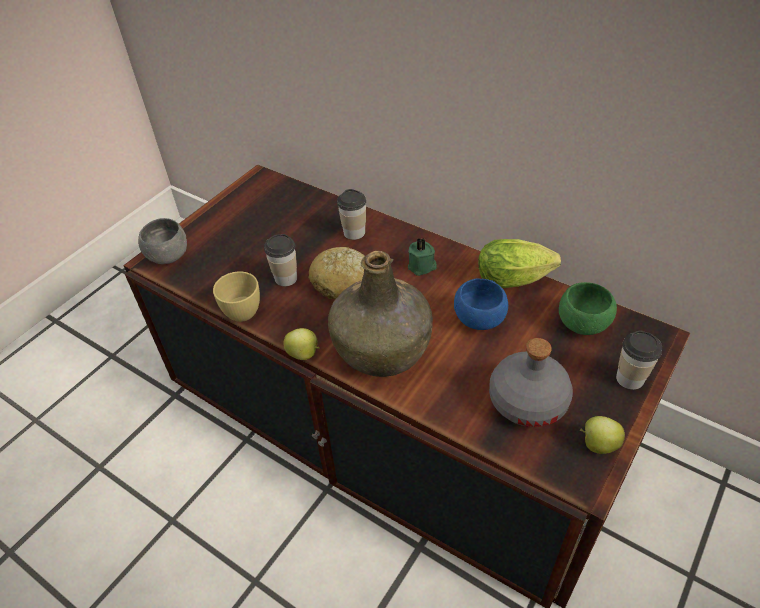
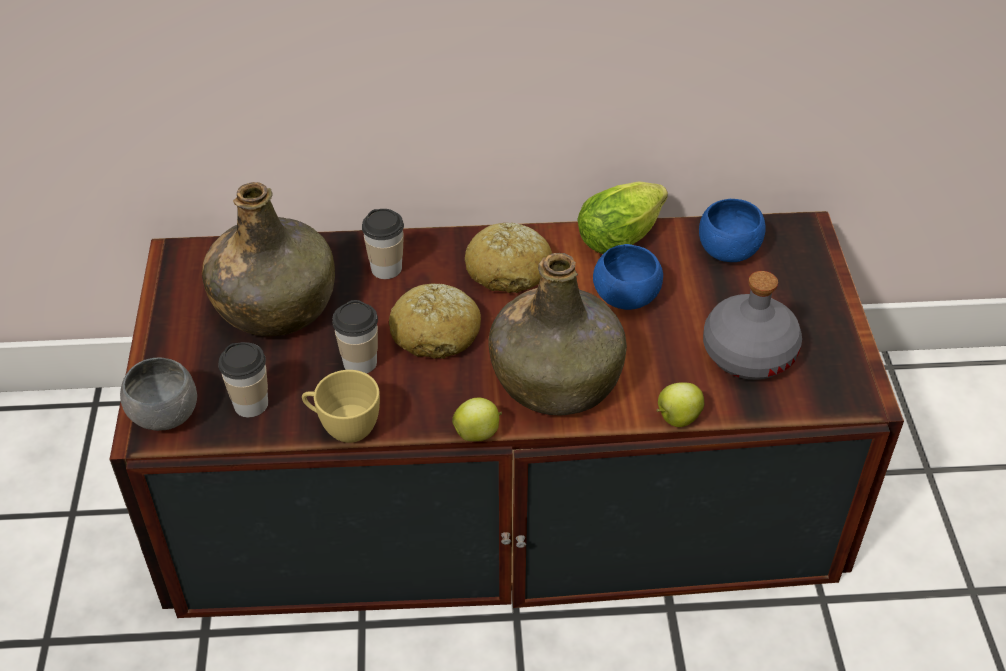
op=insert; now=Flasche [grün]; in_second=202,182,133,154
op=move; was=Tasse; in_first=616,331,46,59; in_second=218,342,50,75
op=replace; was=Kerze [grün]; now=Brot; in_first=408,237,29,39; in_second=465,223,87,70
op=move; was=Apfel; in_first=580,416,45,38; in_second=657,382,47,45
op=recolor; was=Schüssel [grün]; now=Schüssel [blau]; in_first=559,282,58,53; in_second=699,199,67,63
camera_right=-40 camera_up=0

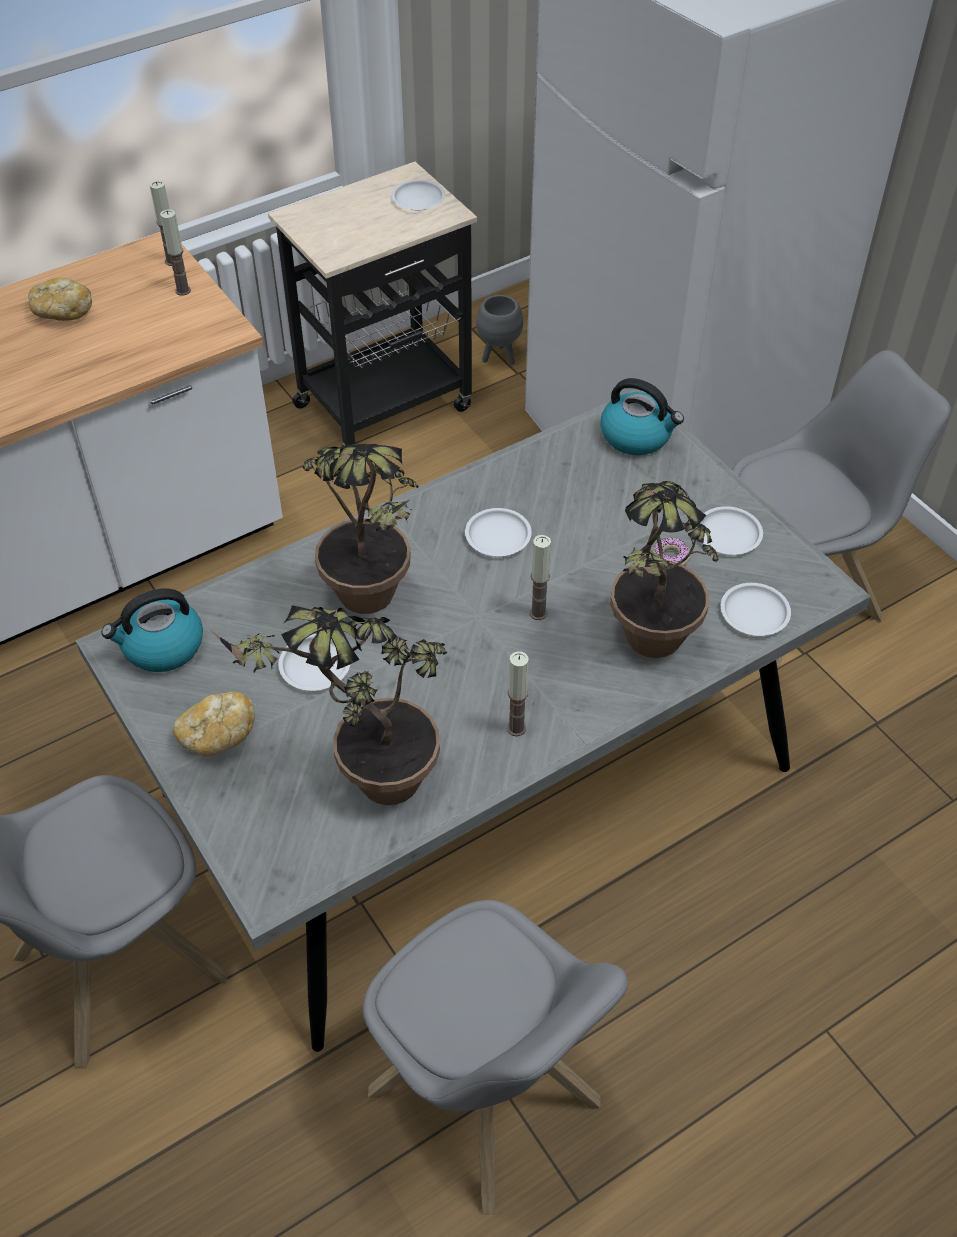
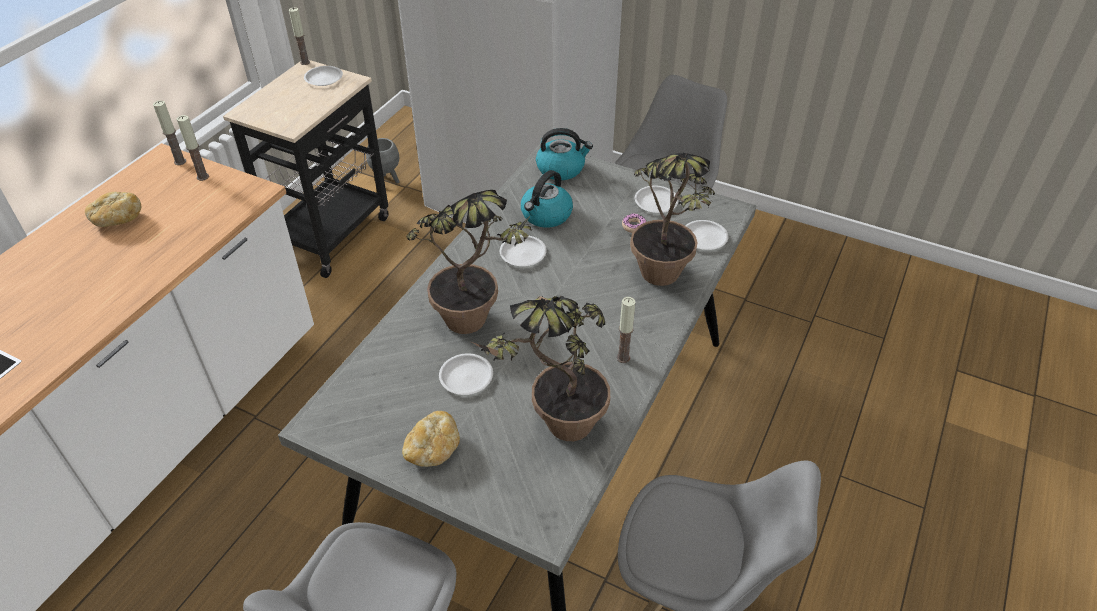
op=move; was=Kerze; in_first=529,535,22,85; in_second=289,7,21,58
op=move; was=Wasserkessel; in_first=101,588,102,84; in_second=521,170,52,58
camera_right=-30 camera_up=-5

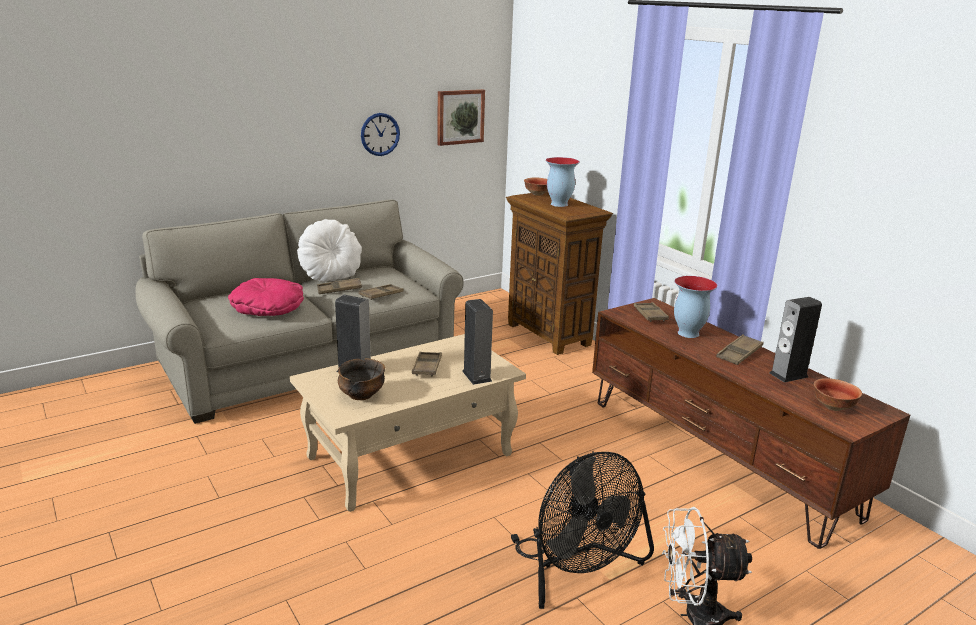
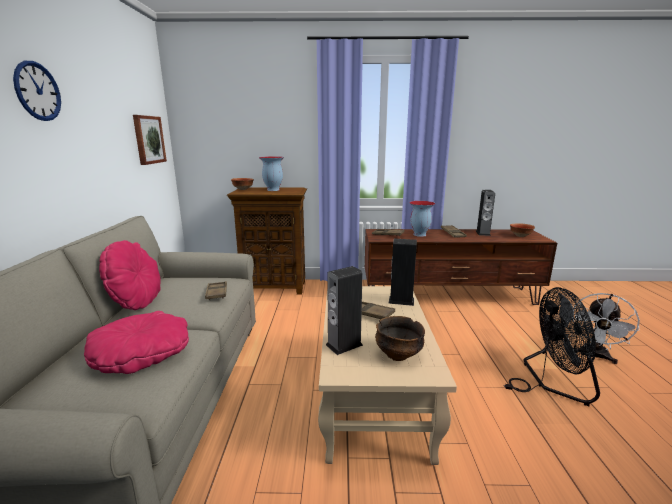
op=move; was=Wanduhr; in_first=361,113,39,43; in_second=13,61,48,60
op=recolor; was=Kissen [weiß]; now=Kissen [rosa]; in_first=297,219,65,63; in_second=99,240,62,70
op=delete; was=Tablett [braun]; in_first=317,278,45,16
camera_right=-55 camera_up=-5

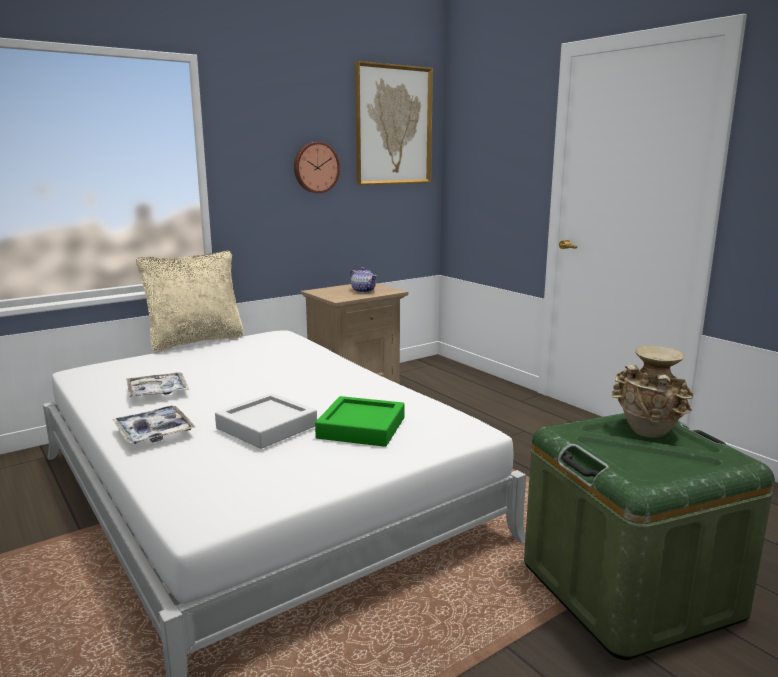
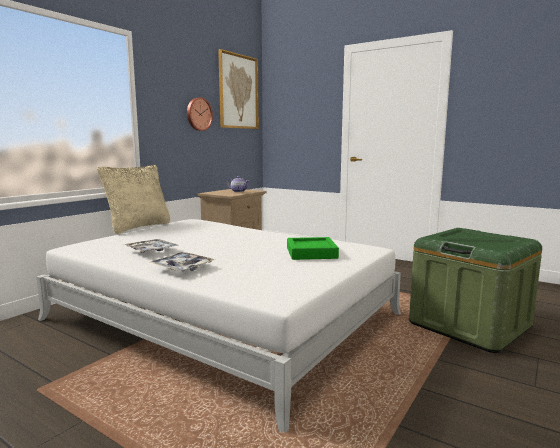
op=delete; was=Tablett [grau]; in_first=215,393,102,56
op=delete; was=Vase [beige]; in_first=612,346,81,92
camera_right=-20 camera_up=-5

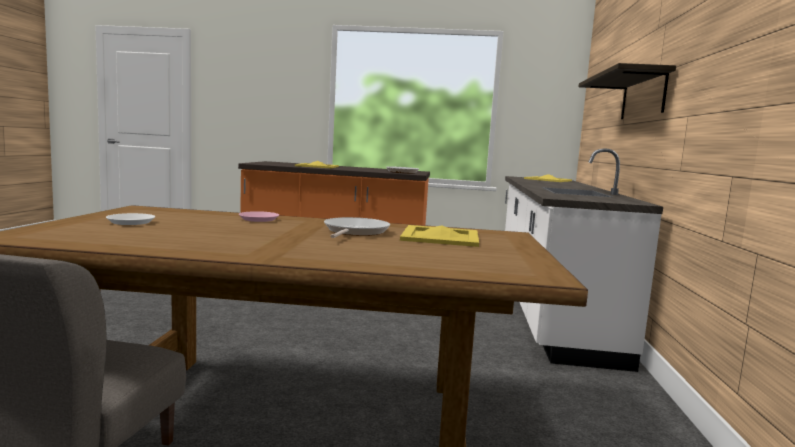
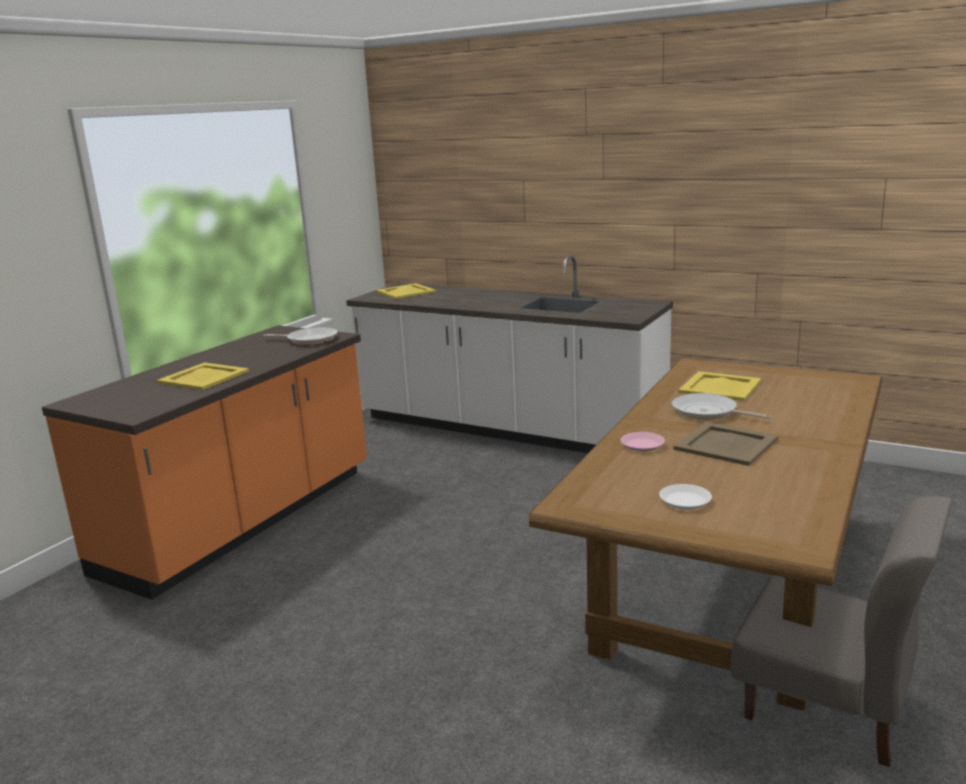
op=insert; now=Tablett [beige]; in_second=673,422,105,44
op=delete; was=Wandregal; in_first=578,63,98,56
camera_right=-65 camera_up=10

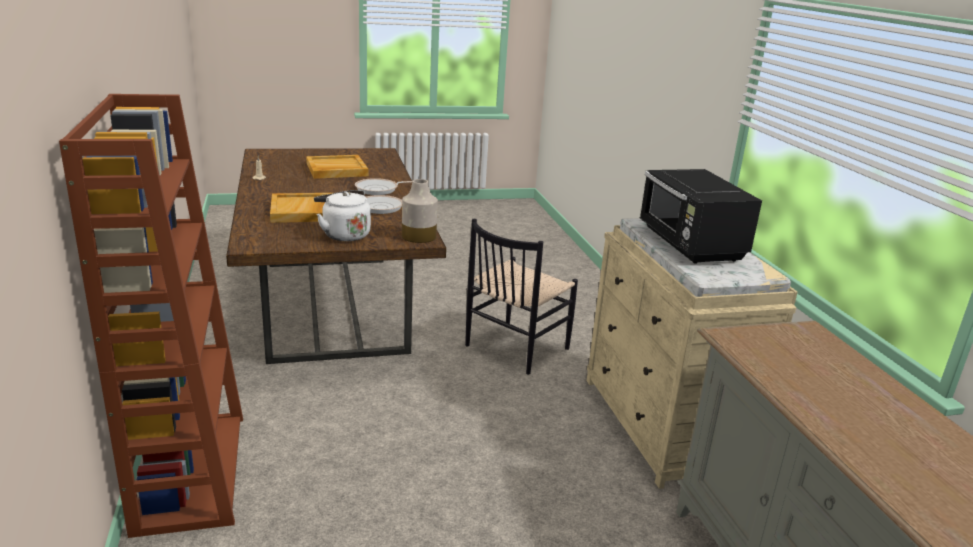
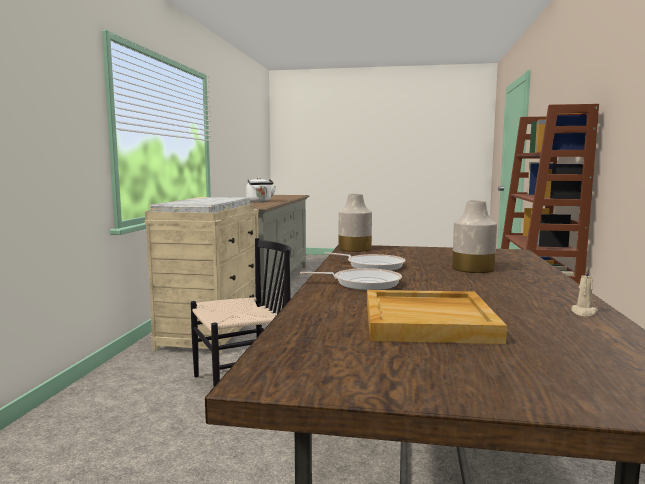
op=move; was=Wasserkessel [weiß]; in_first=314,190,57,51; in_second=246,177,30,25
op=replace; was=Tablett [beige]; now=Vase [beige]; in_first=270,193,62,30; in_second=452,200,45,73
op=delete; was=Mikrowelle [schwarz]; in_first=640,169,122,94
camera_right=-155 camera_up=-15

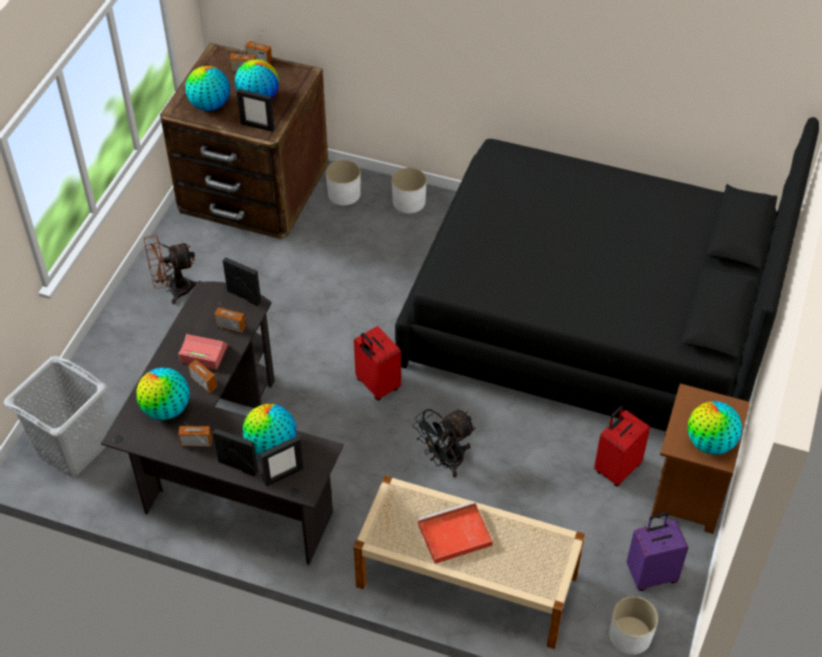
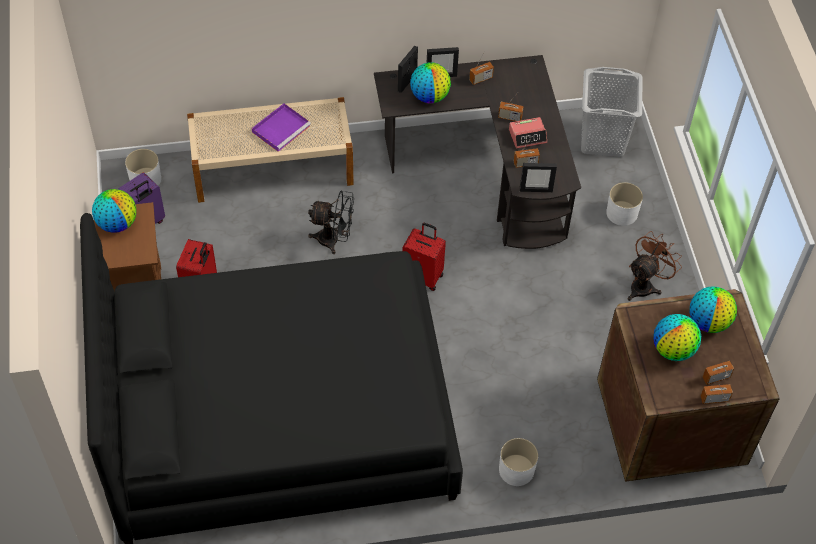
op=recolor; was=Tablett [rot]; now=Tablett [lila]; in_first=417,501,76,63; in_second=252,103,59,49
op=rotate; was=Ventilator [schwarz]; in_first=413,409,63,69; in_second=308,191,46,63; clockwise=75
op=move; was=Pflanzkübel [weiß]; in_first=326,160,35,46; in_second=606,182,37,44
op=delete; was=Globus; in_first=136,368,53,52
op=delete; was=Bilderrahmen; in_first=237,89,37,43
camera_right=150 camera_up=5

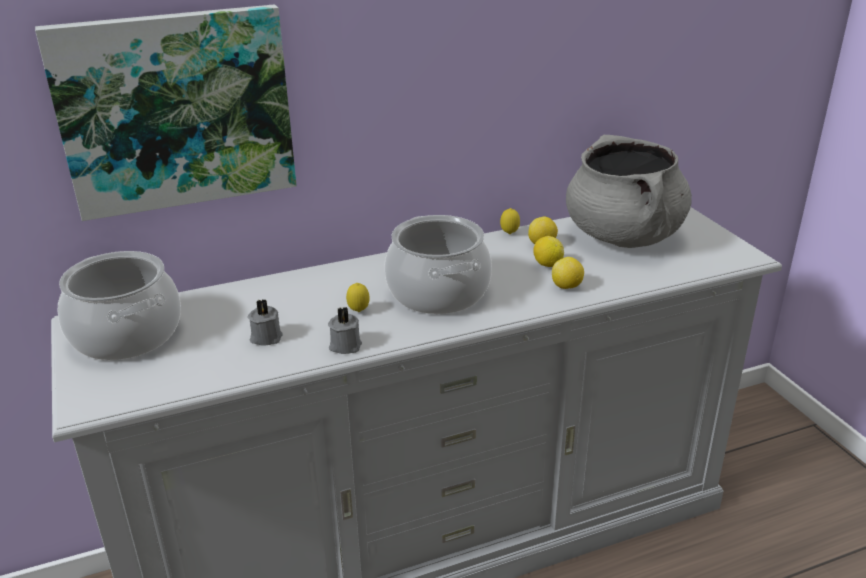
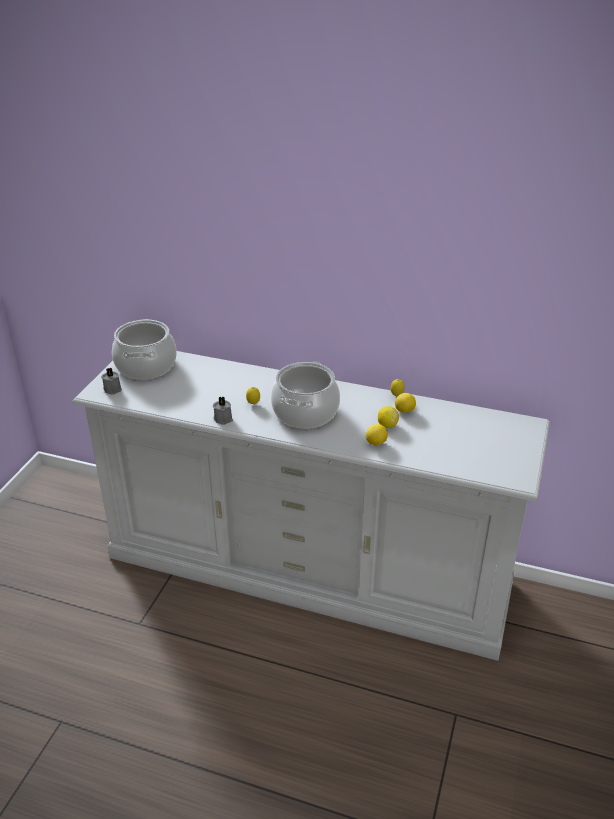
op=move; was=Kerze [grau]; in_first=248,300,35,46; in_second=101,368,21,27
op=delete; was=Bild; in_first=35,4,262,217
op=delete; was=Kochtopf [grau]; in_first=566,135,126,113
camera_right=40 camera_up=5

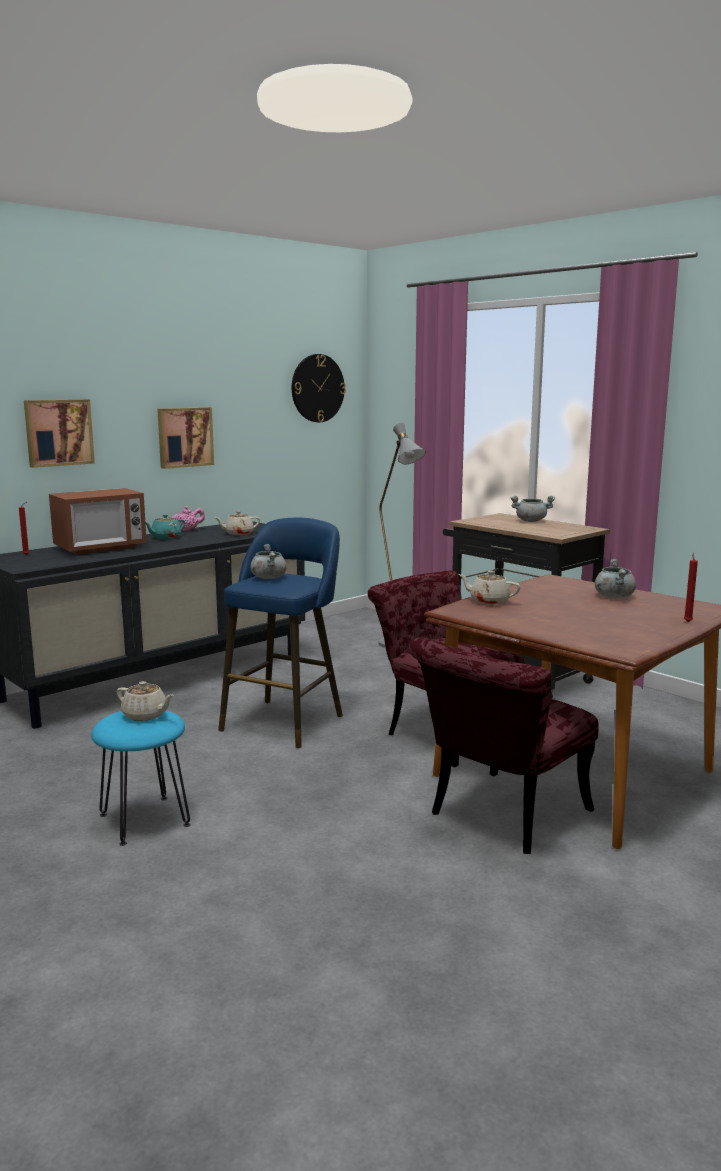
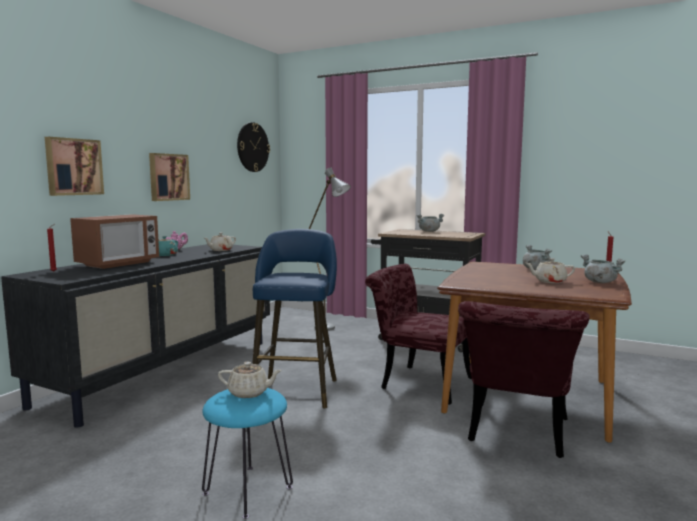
op=move; was=Teekanne [beige]; in_first=458,571,63,34; in_second=526,258,49,25
op=move; was=Kochtopf [grau]; in_first=250,544,37,35; in_second=581,254,45,29
camera_right=-20 camera_up=-5

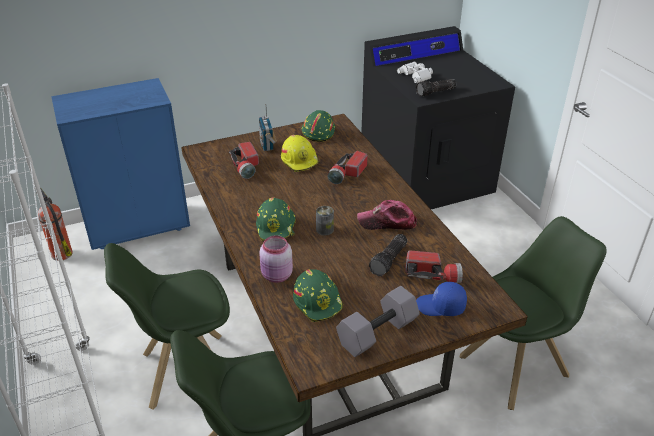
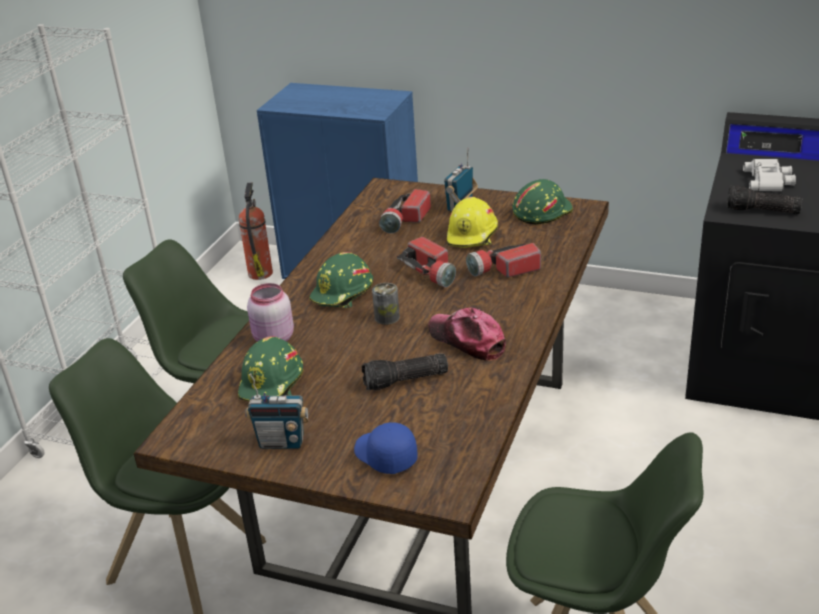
op=replace; was=Hantel [grau]; now=Radio; in_first=336,286,84,71; in_second=245,373,64,76
op=move; was=Taschenlampe; in_first=405,250,58,33; in_second=397,237,59,50
camera_right=45 camera_up=-5

